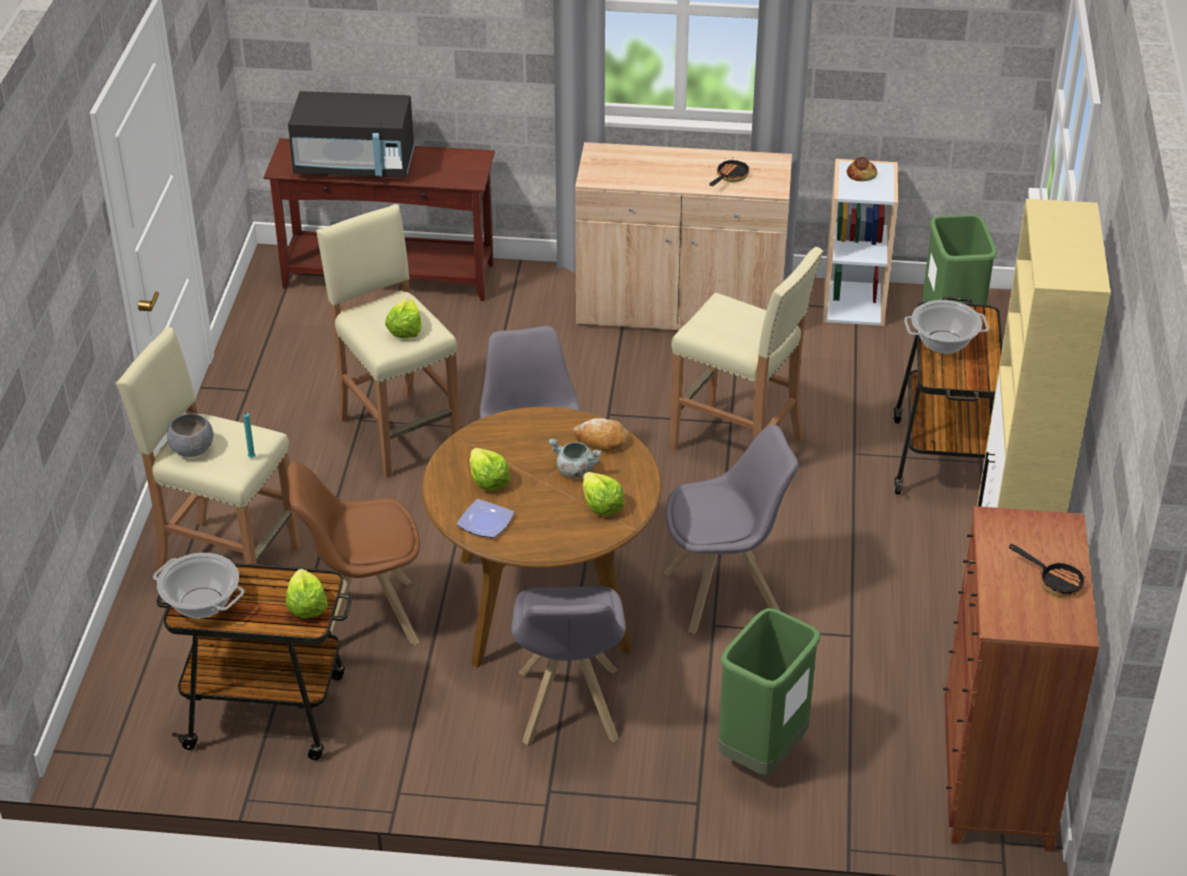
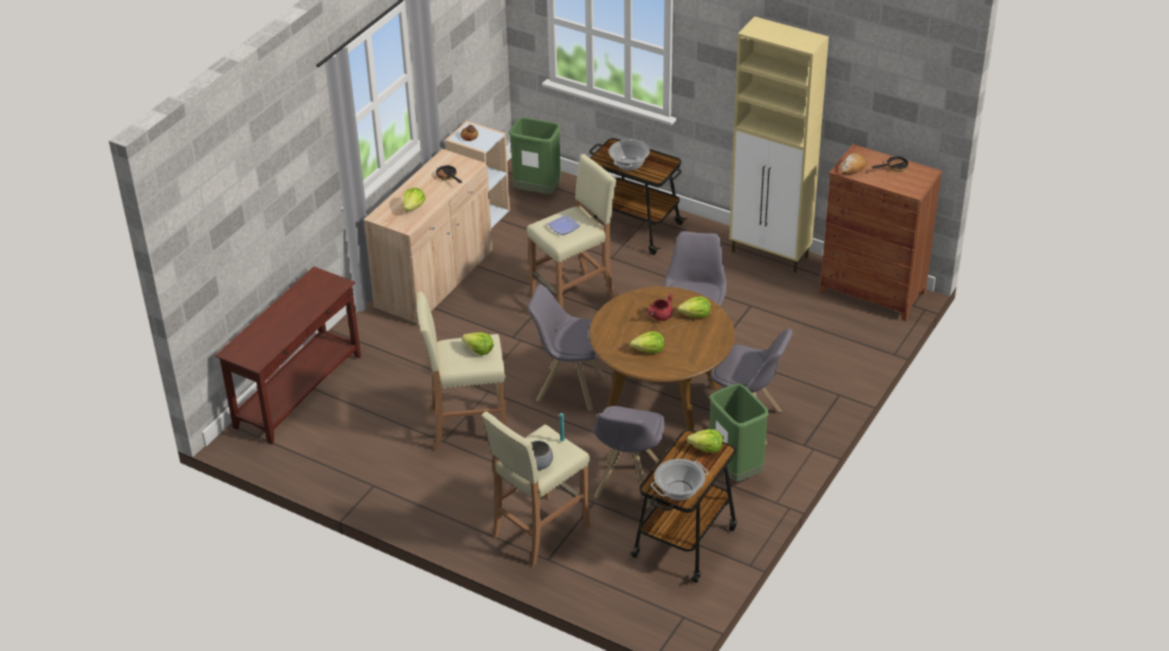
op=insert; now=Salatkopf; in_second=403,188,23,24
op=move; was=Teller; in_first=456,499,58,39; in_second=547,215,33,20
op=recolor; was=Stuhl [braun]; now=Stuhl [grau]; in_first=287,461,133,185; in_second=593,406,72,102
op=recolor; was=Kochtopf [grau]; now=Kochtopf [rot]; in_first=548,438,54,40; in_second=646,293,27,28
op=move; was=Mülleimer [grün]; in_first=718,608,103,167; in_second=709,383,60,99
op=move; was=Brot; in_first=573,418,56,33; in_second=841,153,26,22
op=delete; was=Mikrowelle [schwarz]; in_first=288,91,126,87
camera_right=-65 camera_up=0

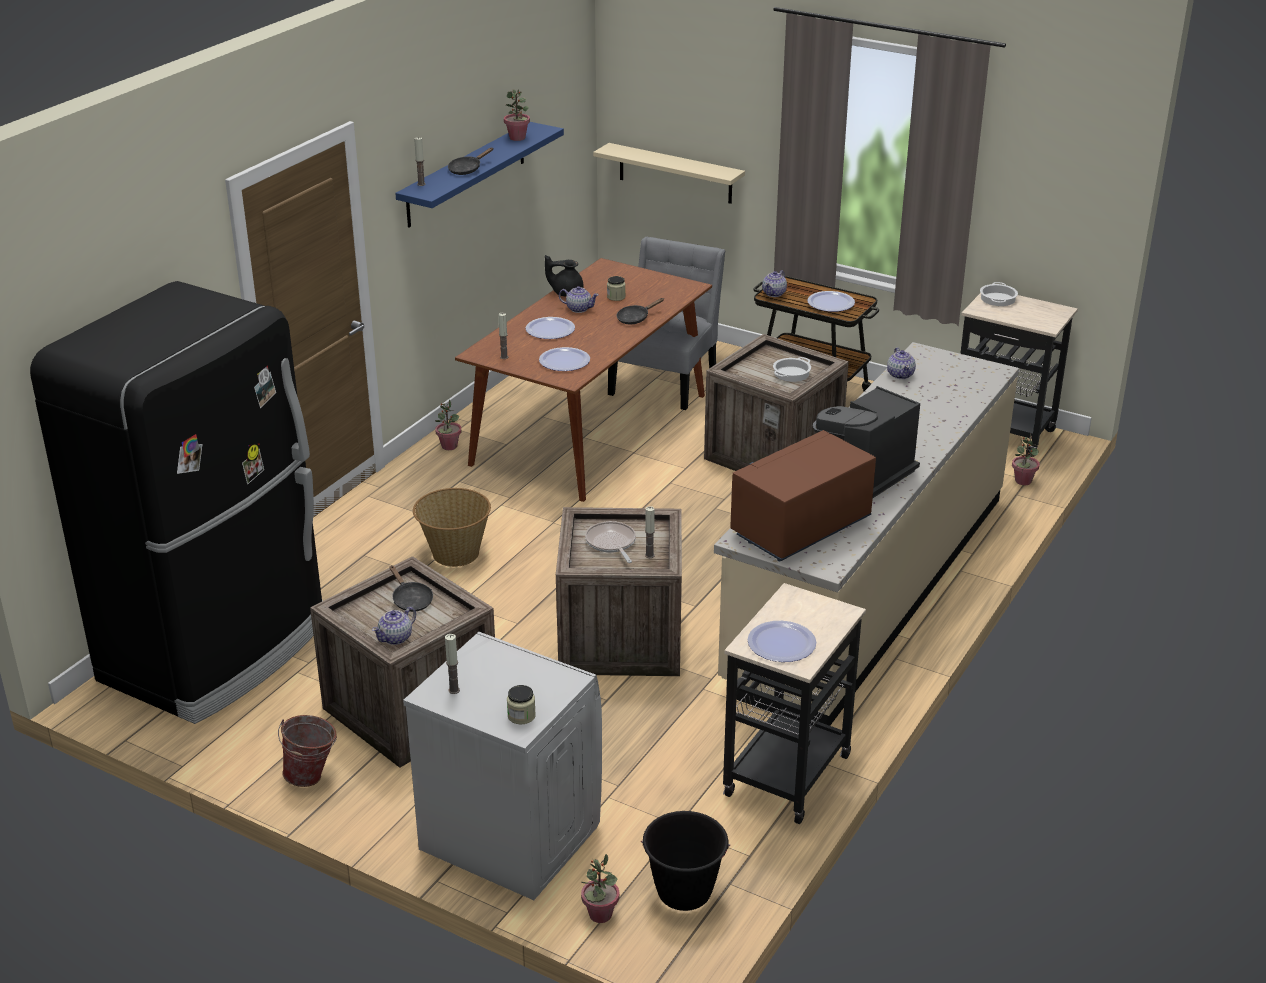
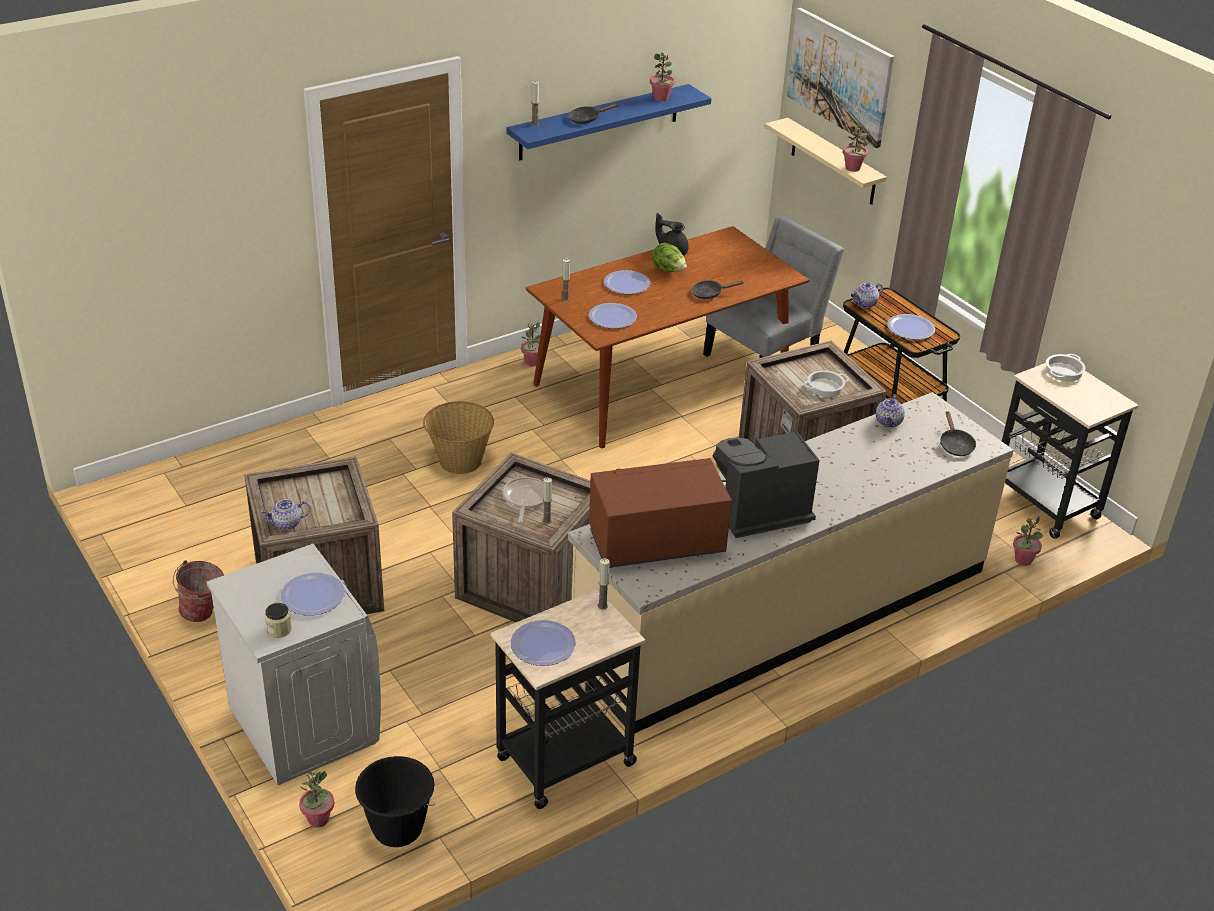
op=insert; now=Teller; in_second=280,573,65,42
op=move; was=Kerze; in_first=445,634,15,60; in_second=598,558,12,52
op=replace; was=Teekanne; now=Salatkopf; in_first=559,286,40,27; in_second=652,242,35,30
op=insert; now=Bild; in_second=787,8,107,140
op=insert; now=Topfpflanze; in_second=843,125,25,47
op=move; was=Pfanne [schwarz]; in_first=390,565,43,47; in_second=940,411,36,45
op=delete; was=Kühlschrank [schwarz]; in_first=30,281,293,443
op=delete; was=Vorratsglas; in_first=607,276,18,25
camera_right=25 camera_up=5

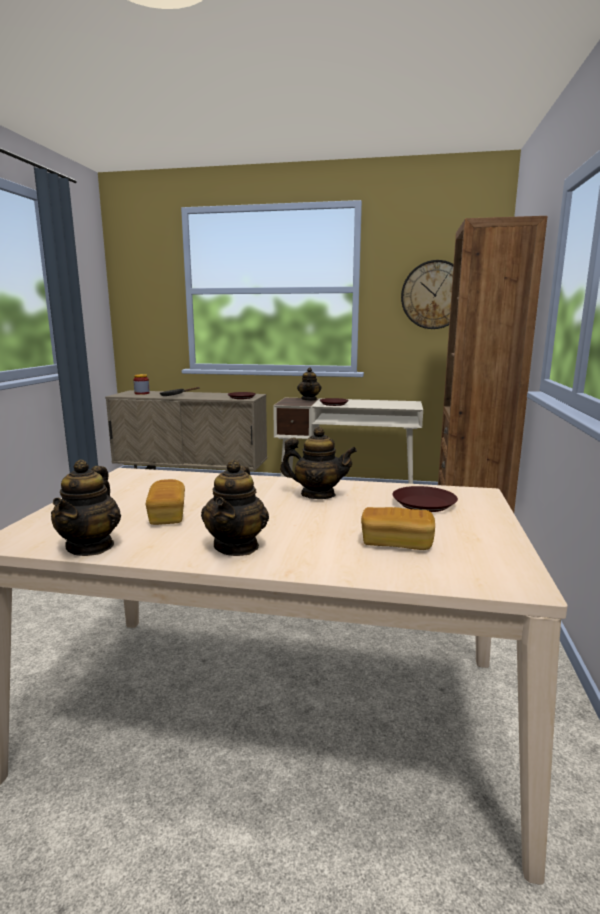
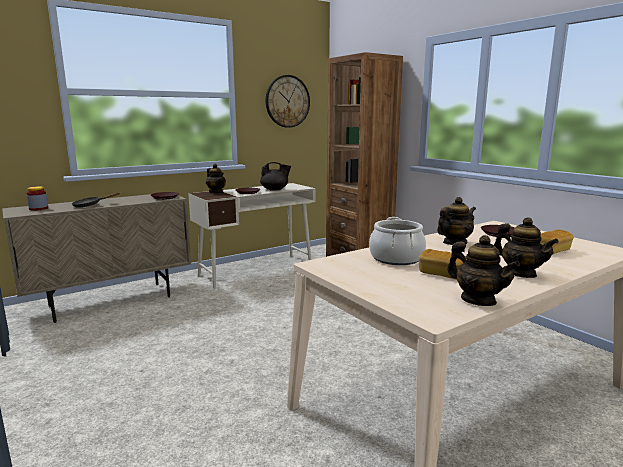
op=insert; now=Teekanne [schwarz]; in_second=260,162,31,29
op=insert; now=Kochtopf; in_second=369,217,57,48
camera_right=-45 camera_up=0

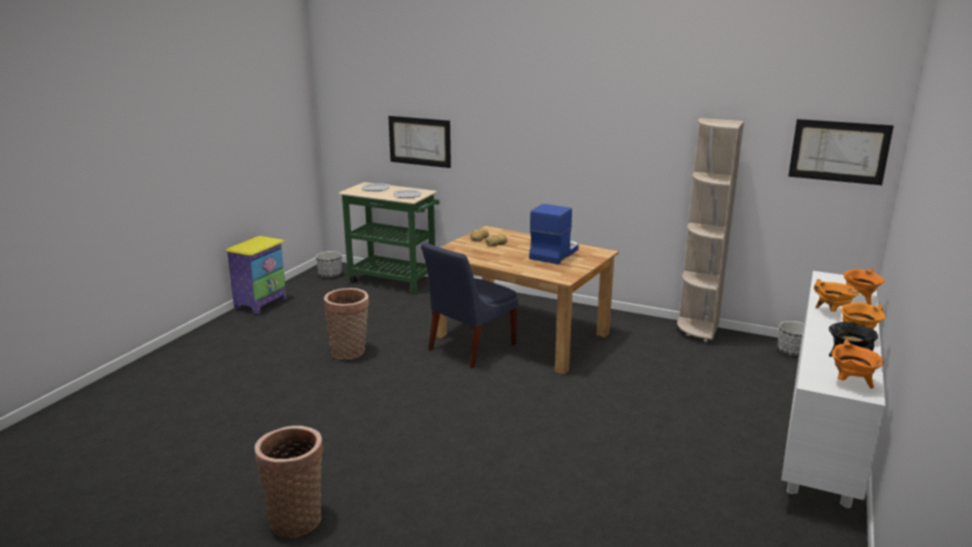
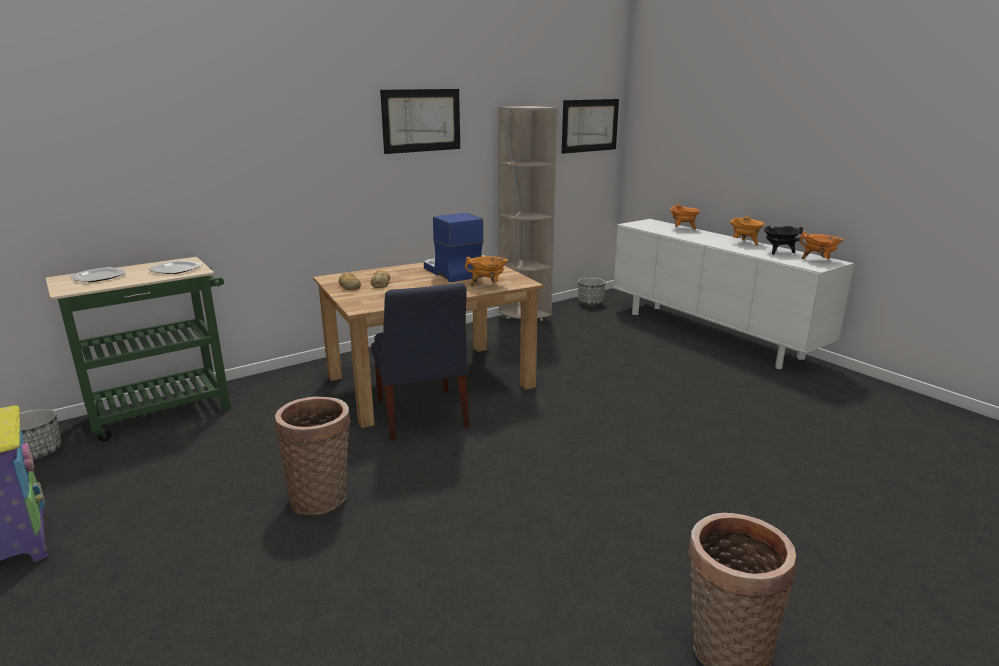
op=move; was=Bild; in_first=388,116,63,52; in_second=380,89,80,65
op=move; was=Kochtopf [orange]; in_first=814,279,45,33; in_second=465,256,43,31
camera_right=-60 camera_up=0

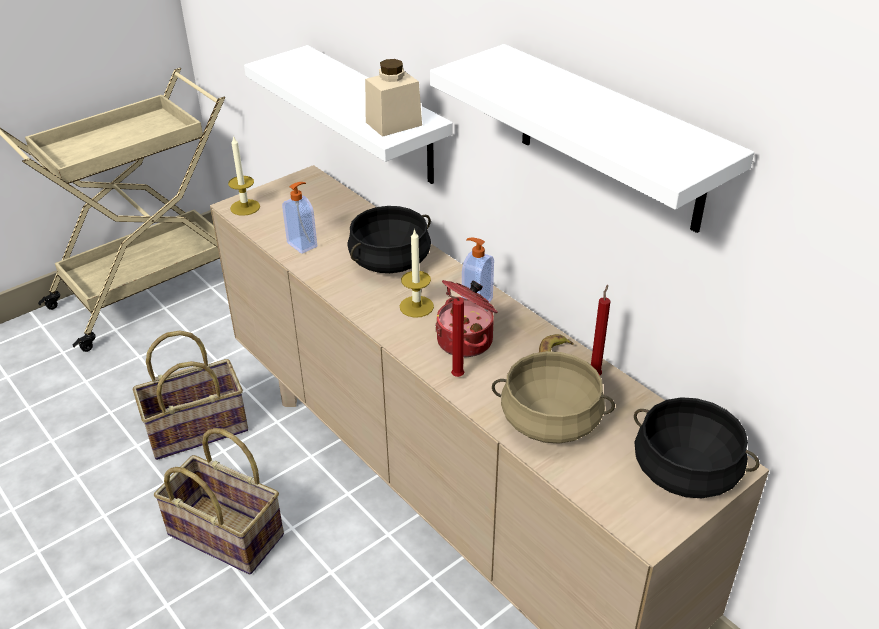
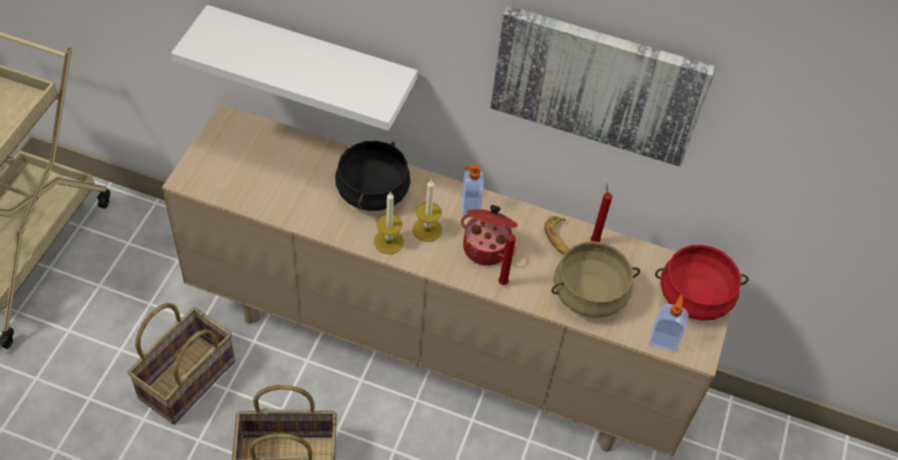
op=move; was=Kerze; in_first=228,135,32,81; in_second=374,191,30,63
op=replace; was=Wandregal [weiß]; now=Bild; in_first=430,44,324,189; in_second=490,6,226,161
op=move; was=Seifenspender; in_first=282,182,35,72; in_second=649,295,39,57
op=recolor; was=Kochtopf [schwarz]; now=Kochtopf [rot]; in_first=634,397,126,101; in_second=655,245,94,75
op=delete; was=Vorratsglas [beige]; in_first=365,59,57,78
camera_right=-35 camera_up=15

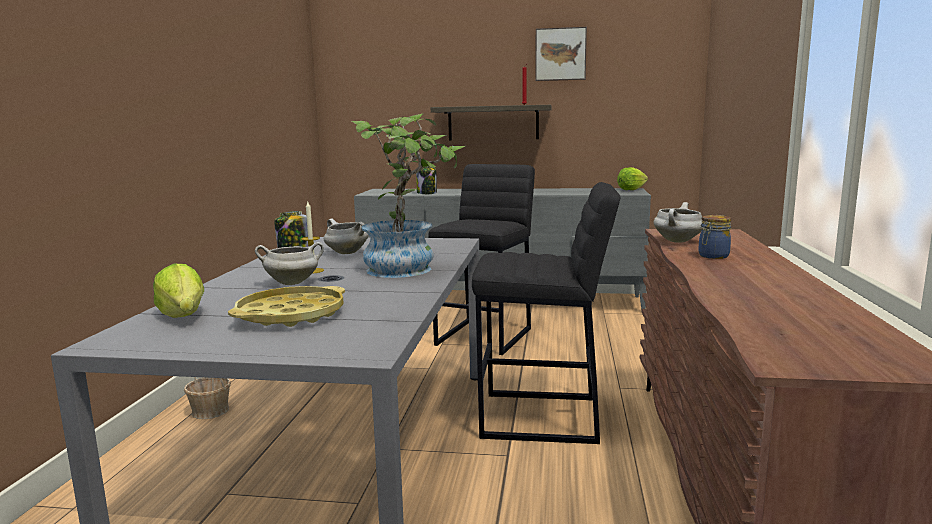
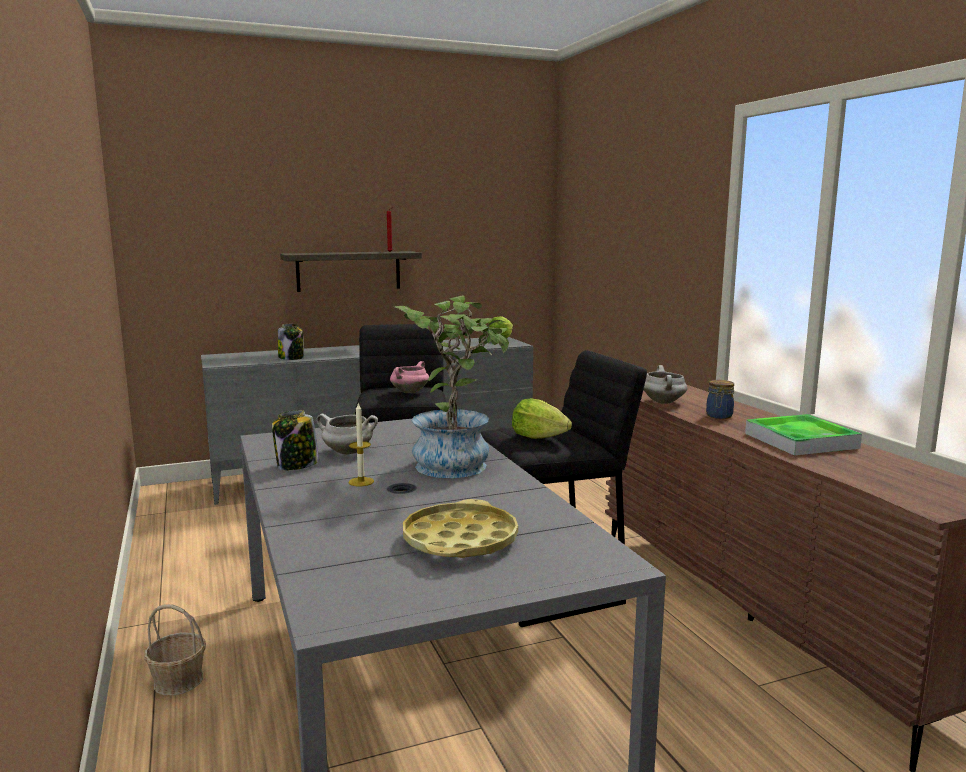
op=insert; now=Kochtopf [rosa]; in_second=390,361,39,32
op=move; was=Salatkopf; in_first=153,264,51,54; in_second=512,398,60,41
op=insert; now=Tablett; in_second=745,414,117,41
op=delete; was=Kochtopf [weiß]; in_first=255,242,69,43
op=delete; was=Bild; in_first=535,27,52,54
camera_right=-30 camera_up=0

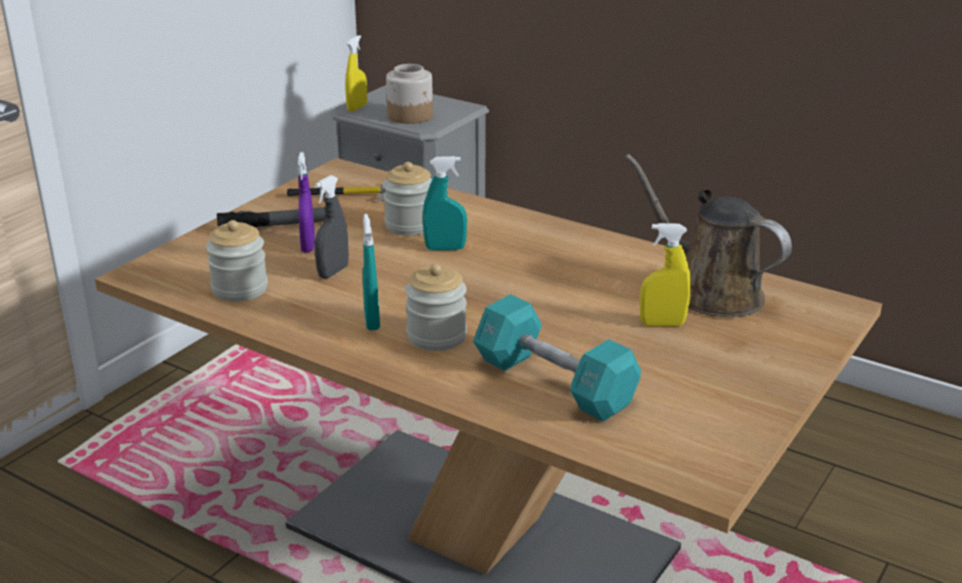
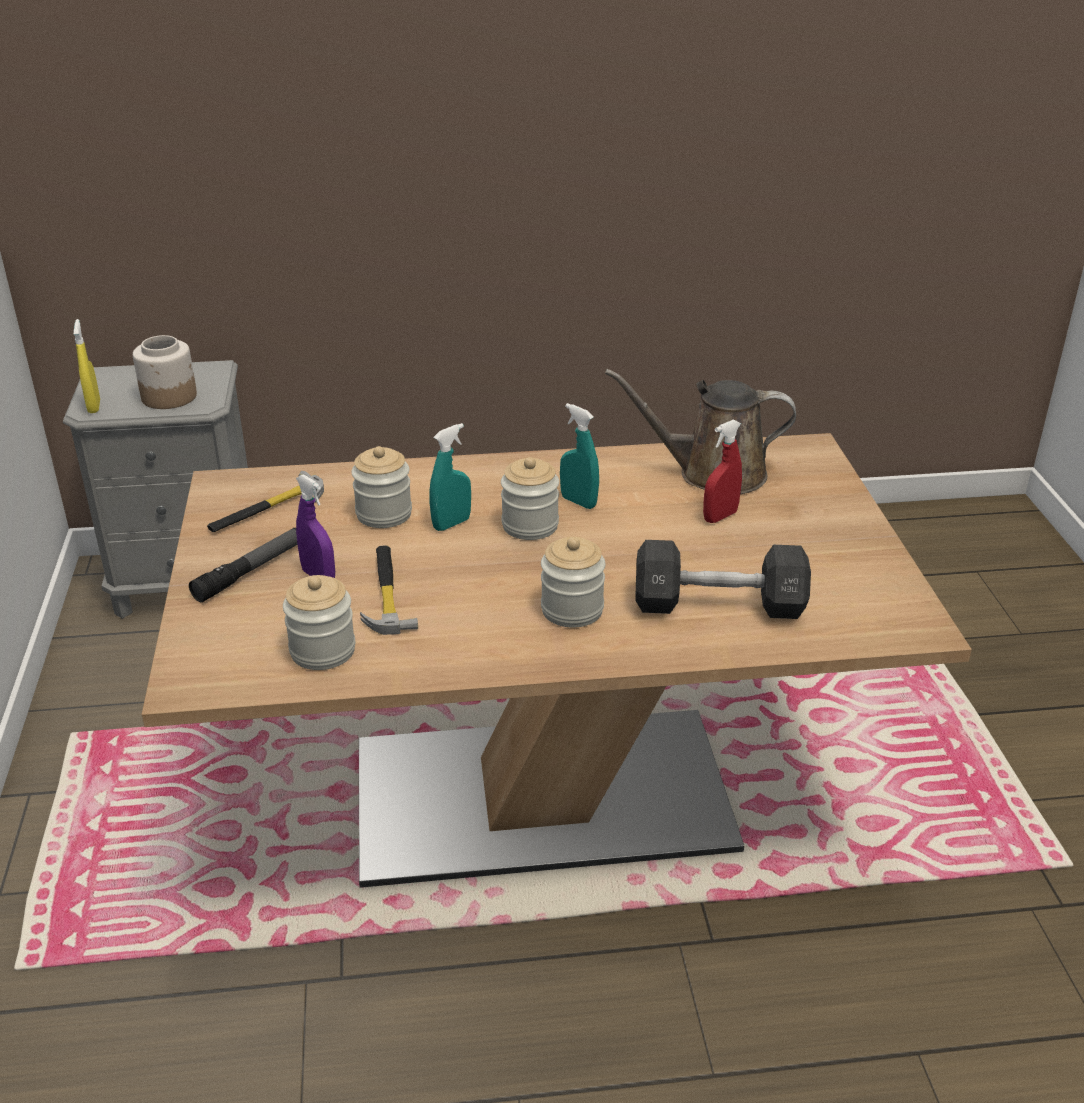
op=replace; was=Sprühflasche [grau]; now=Hammer; in_first=314,175,35,104; in_second=360,545,58,90
op=insert; now=Vorratsglas; in_second=501,457,58,83
op=move; was=Sprühflasche [türkis]; in_first=363,214,17,116; in_second=560,403,39,106
op=recolor; was=Hantel [türkis]; now=Hantel [schwarz]; in_first=473,294,168,128; in_second=635,540,176,79
op=recolor; was=Sprühflasche [gelb]; now=Sprühflasche [rot]; in_first=640,223,51,103; in_second=703,419,39,104
camera_right=-40 camera_up=5

